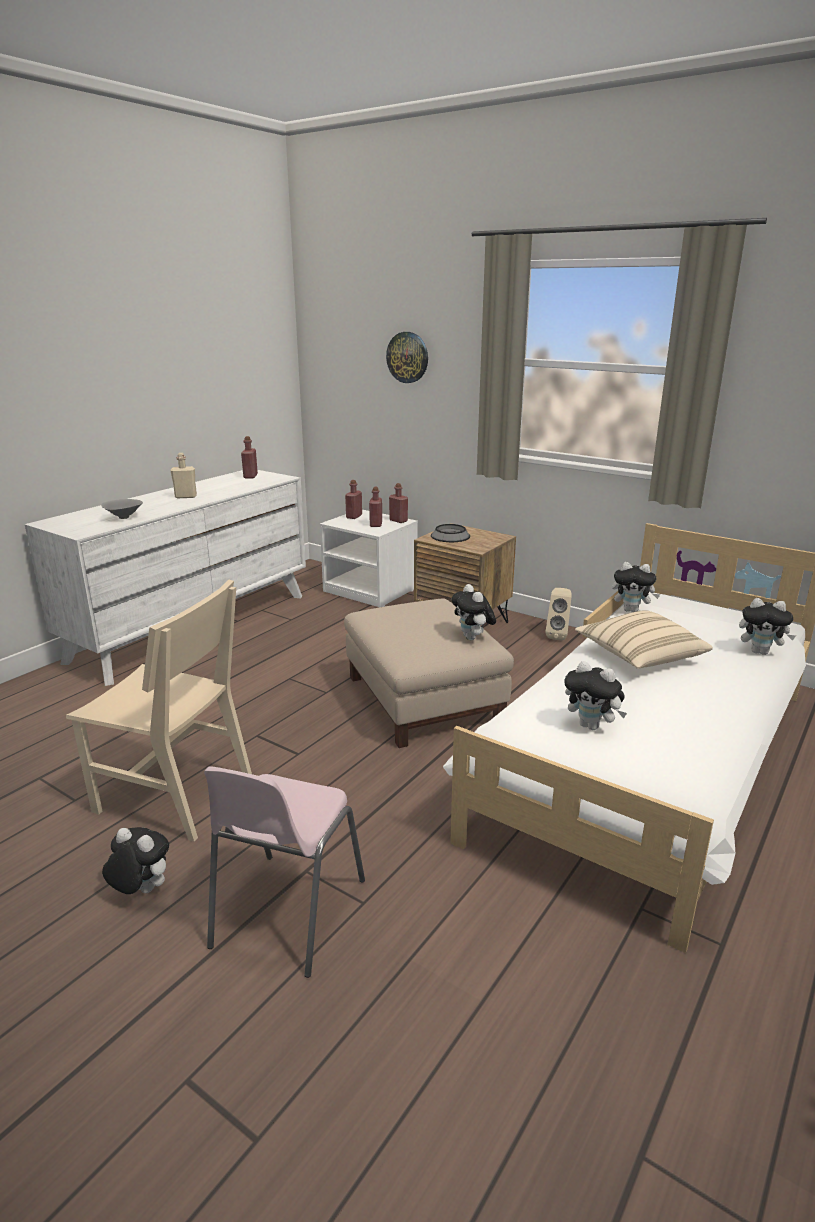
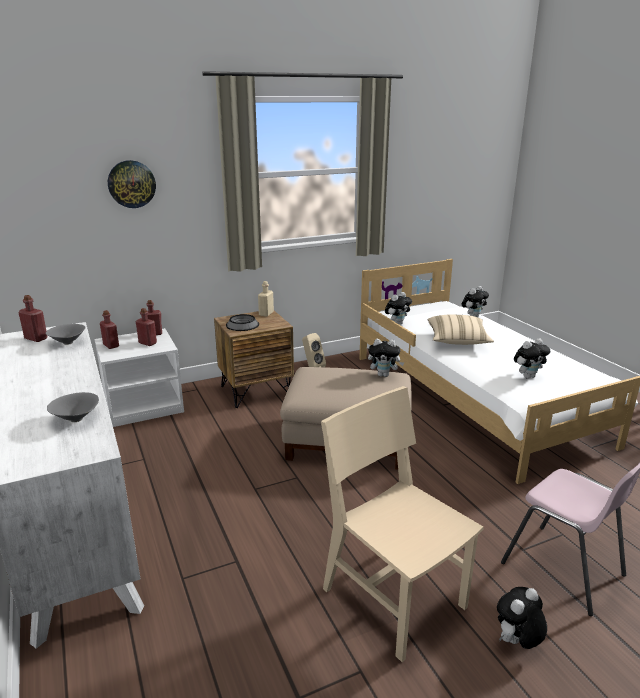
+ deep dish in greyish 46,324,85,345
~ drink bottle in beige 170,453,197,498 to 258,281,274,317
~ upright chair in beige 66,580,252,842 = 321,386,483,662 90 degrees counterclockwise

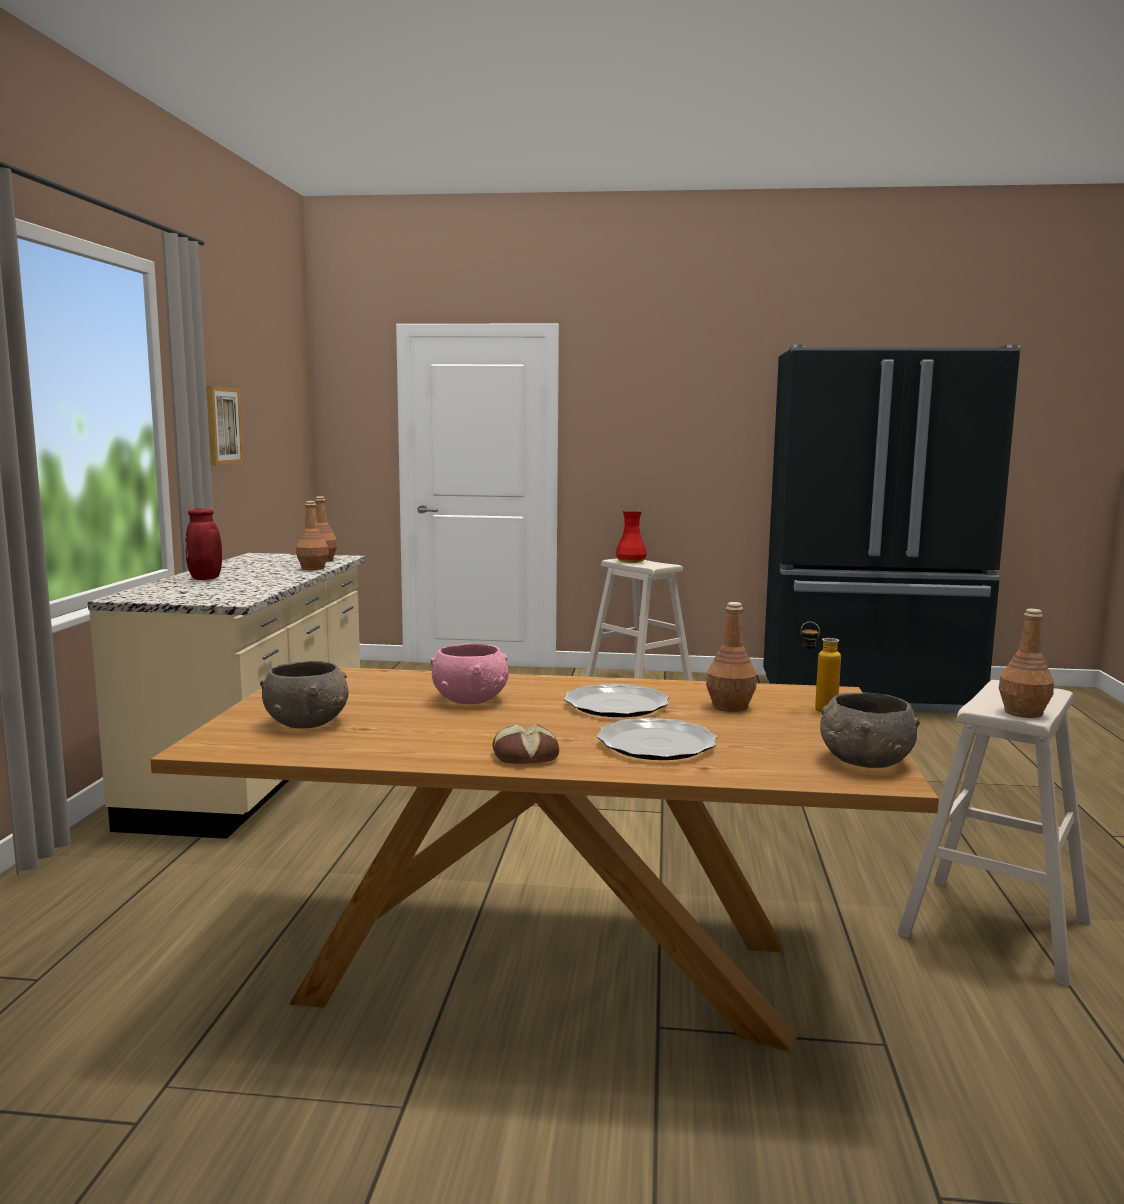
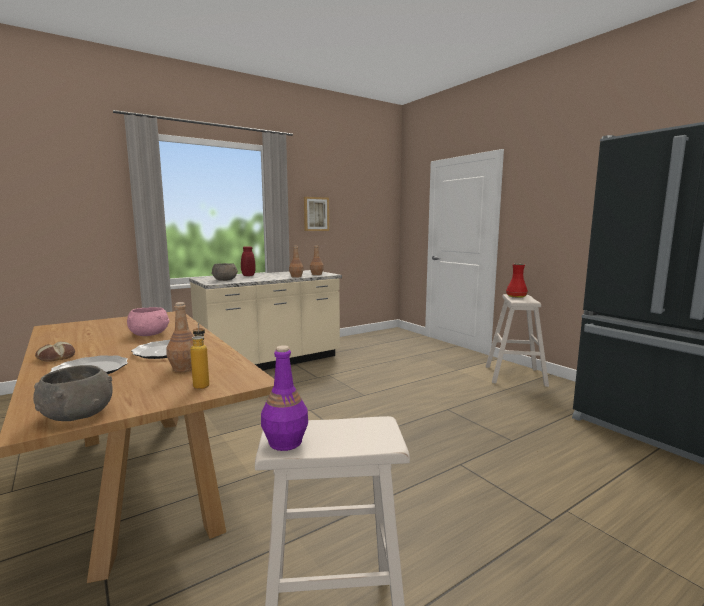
~ deep dish in greyish 260,661,349,728 to 211,263,238,281
~ drink bottle in brownish 999,609,1054,718 to drink bottle in purplish 261,345,308,451

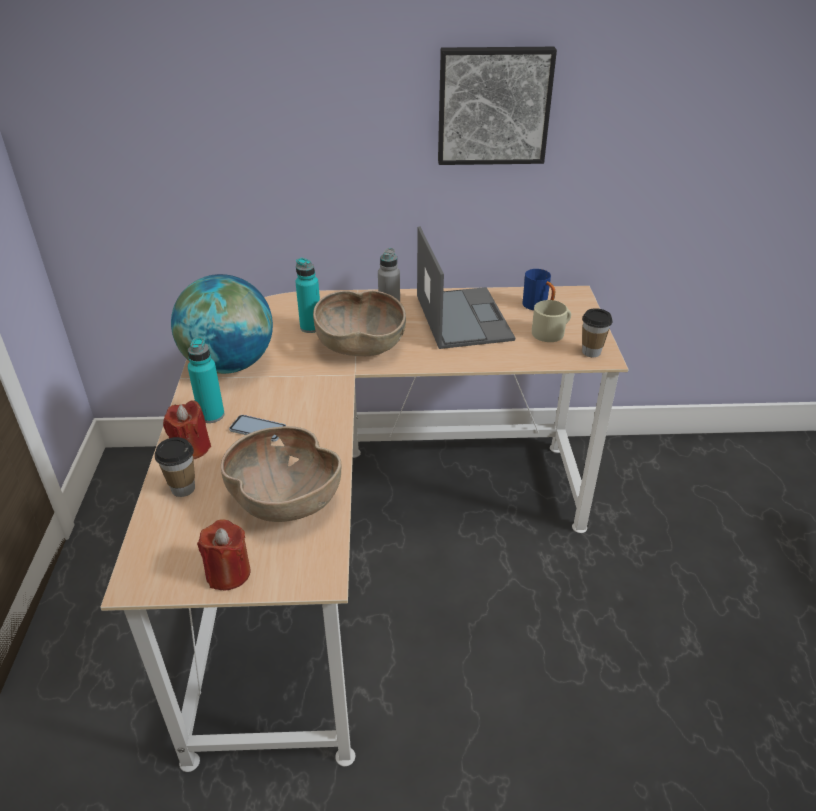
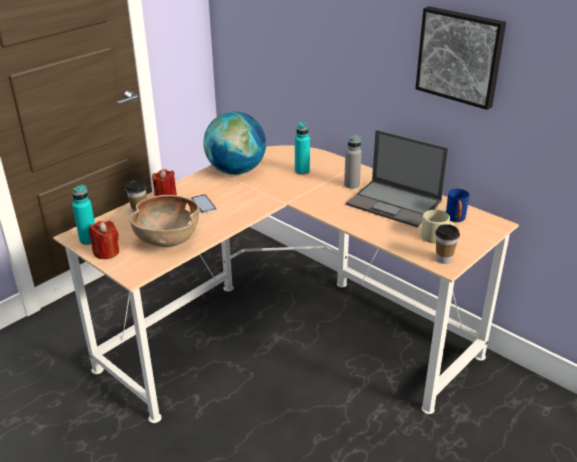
- deep dish in brownish 313,290,406,356
~ drink bottle in turquoise-coloured 188,337,225,423 to 72,185,95,245
~ notebook computer 417,226,515,349 = 346,130,449,227 90 degrees clockwise

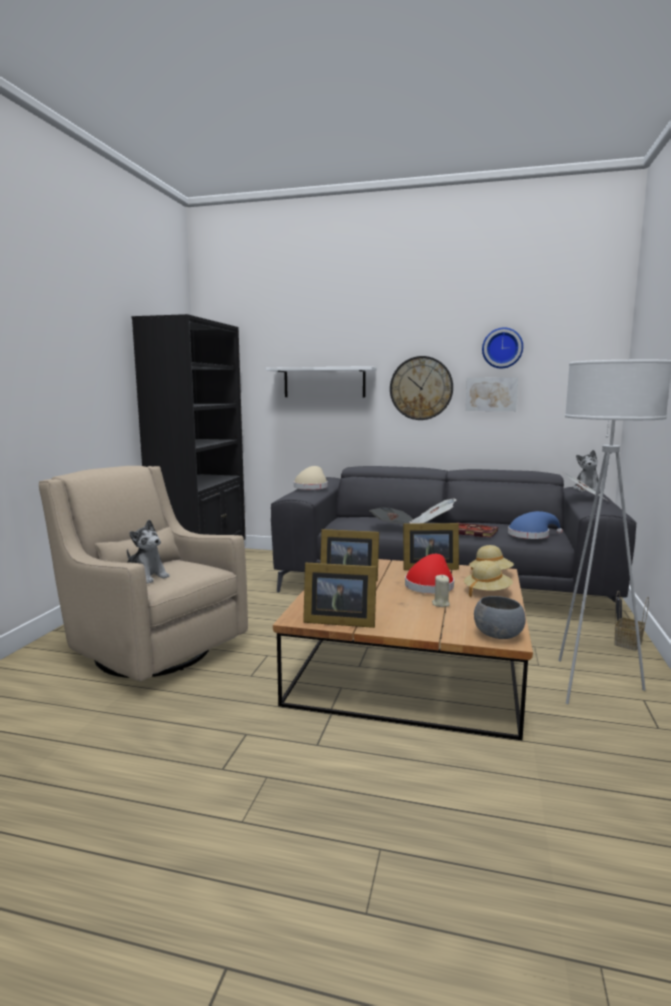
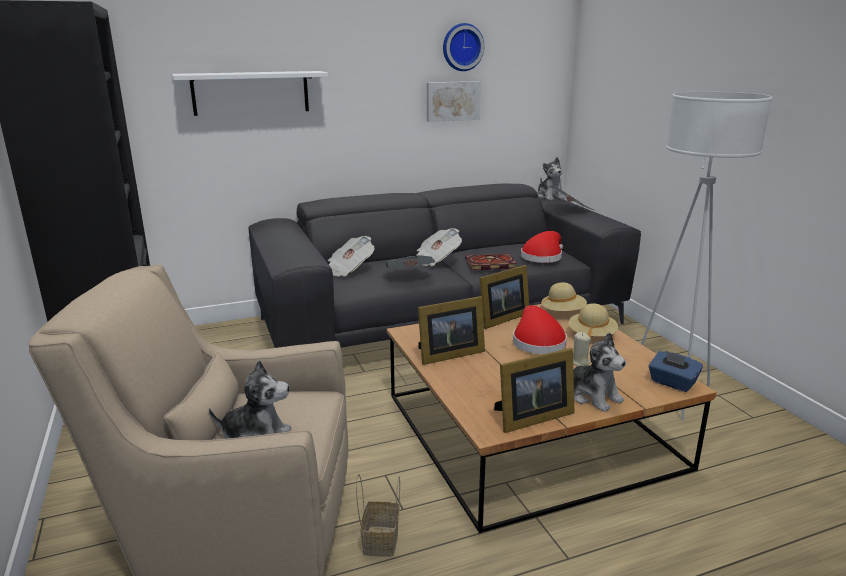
- clothing hat in beige 294,466,328,490
- wall clock 390,356,453,420
+ printed paper 328,236,375,277
+ plush toy 573,332,626,412
~ basket 614,591,649,651 to 356,474,400,557
~ deep dish in greyish 474,596,526,639 to tissue holder in blue-coloured 649,351,703,392
~ clothing hat in blue-coloured 508,511,563,539 to clothing hat in red-coloured 521,231,563,263

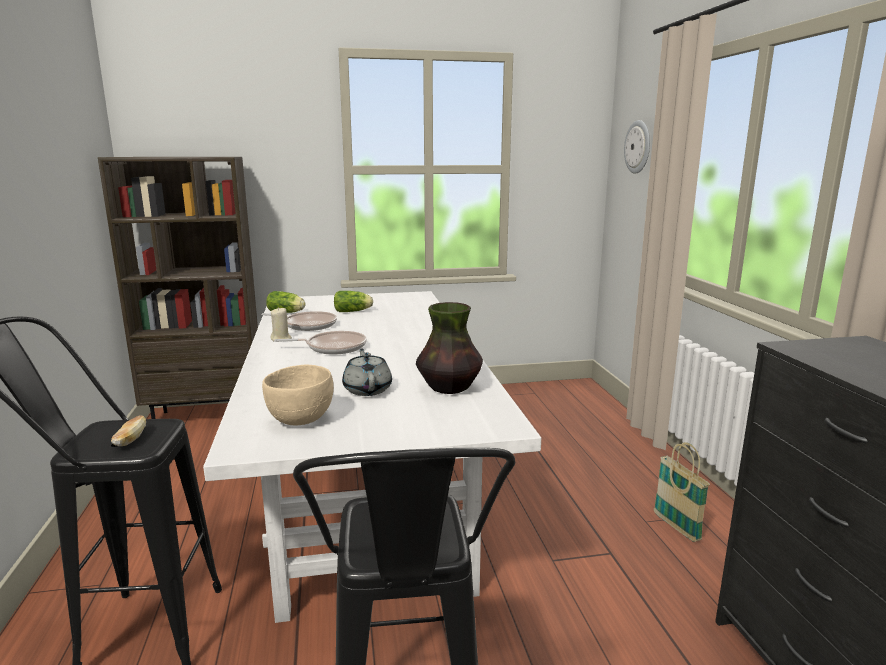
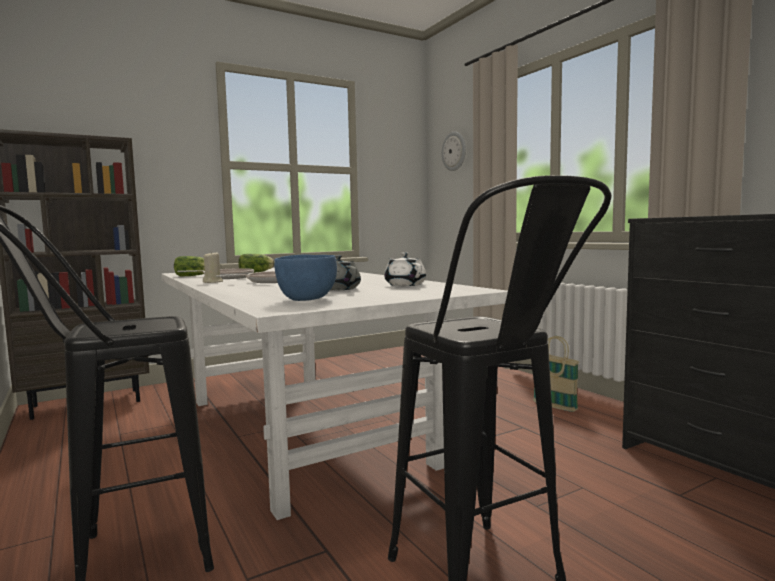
- baked bread 111,415,146,446
~ vase 416,302,483,394 to tea pot in whitish 384,252,426,286
~ deep dish in beige 262,365,334,425 to deep dish in blue-coloured 274,255,337,301

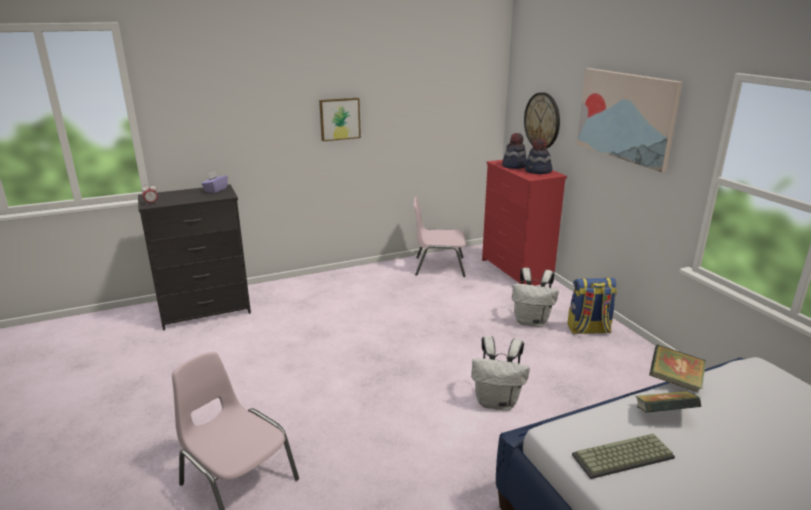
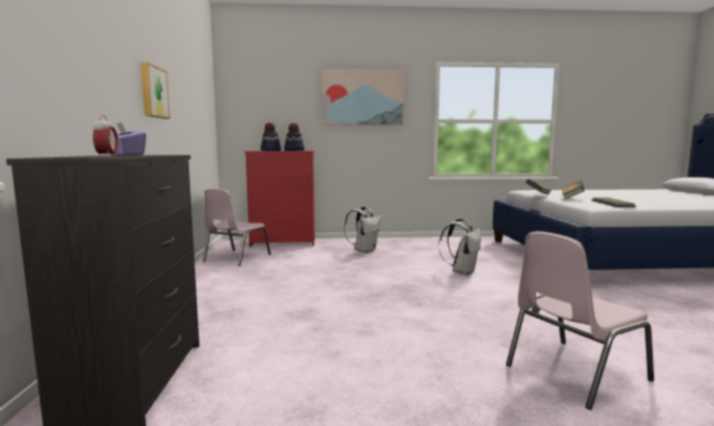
- wall clock 524,92,560,148
- knapsack 568,278,617,334

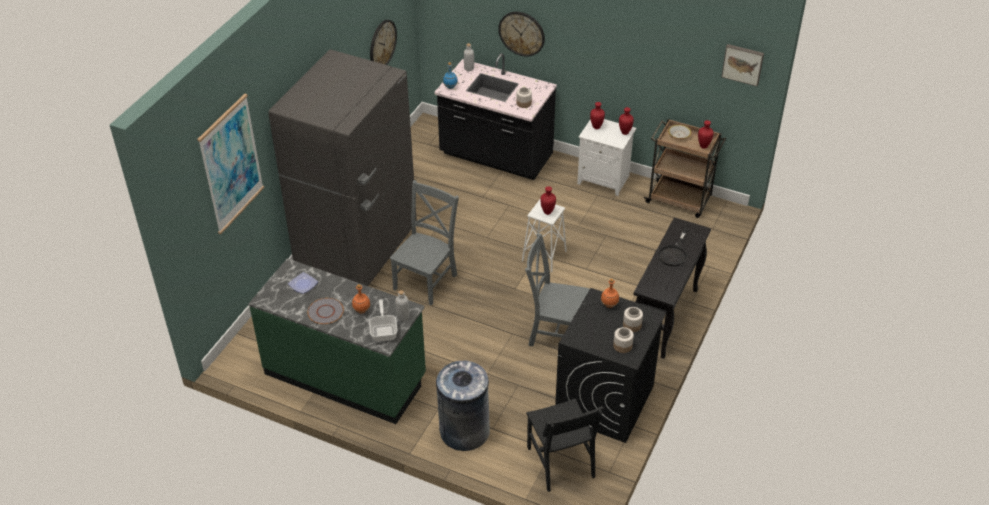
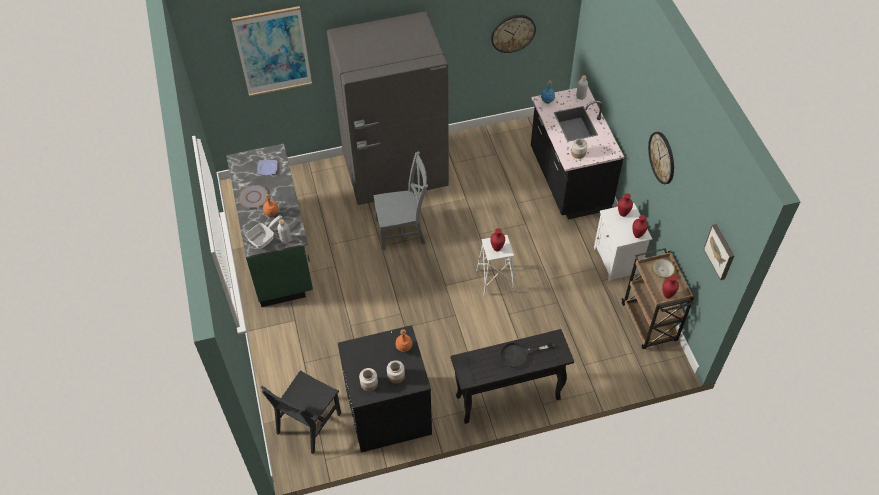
- rubbish bin in greyish 436,361,490,451
- upright chair in greyish 525,233,590,346
~ wall clock 498,12,545,57 to 648,132,674,184

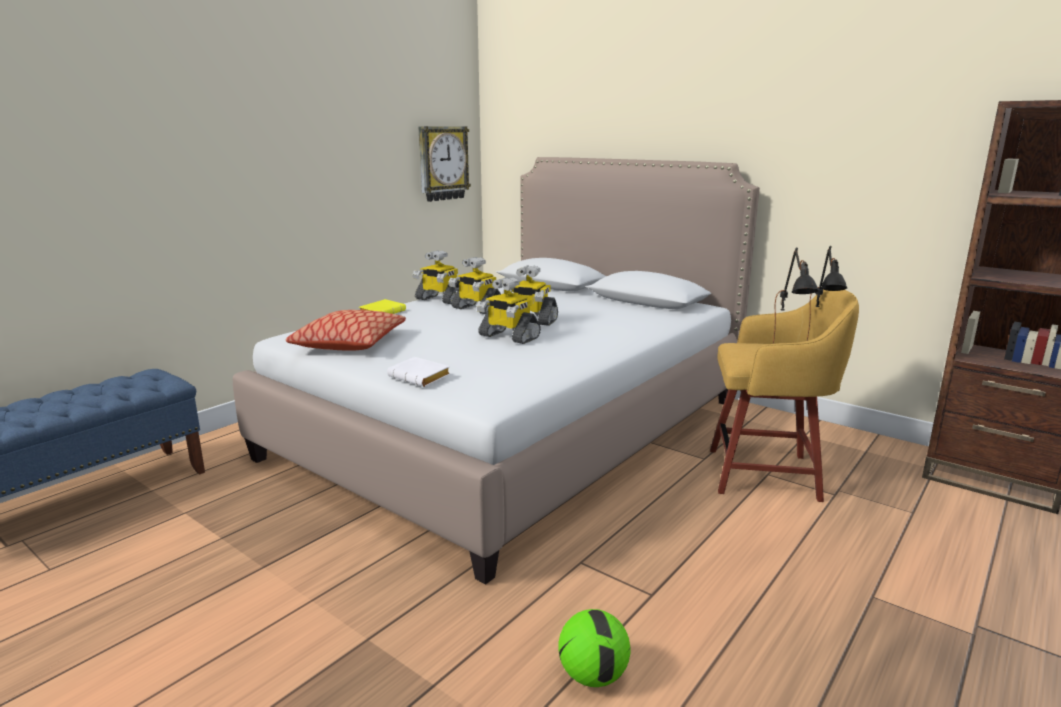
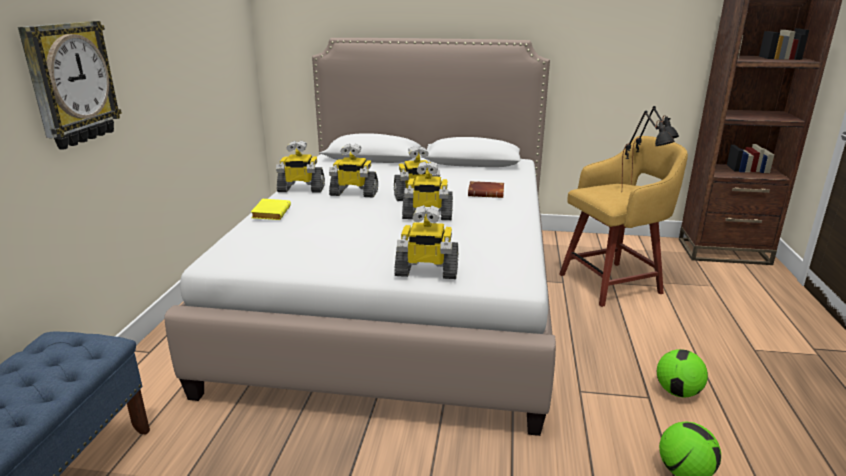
- throw pillow 286,310,406,351
+ volume in brownish 468,181,504,198
+ ball for football 657,349,708,398
~ wall clock 418,126,471,202 to 18,21,122,150
~ volume in whitish 387,357,450,387 to robot figure 394,205,458,279

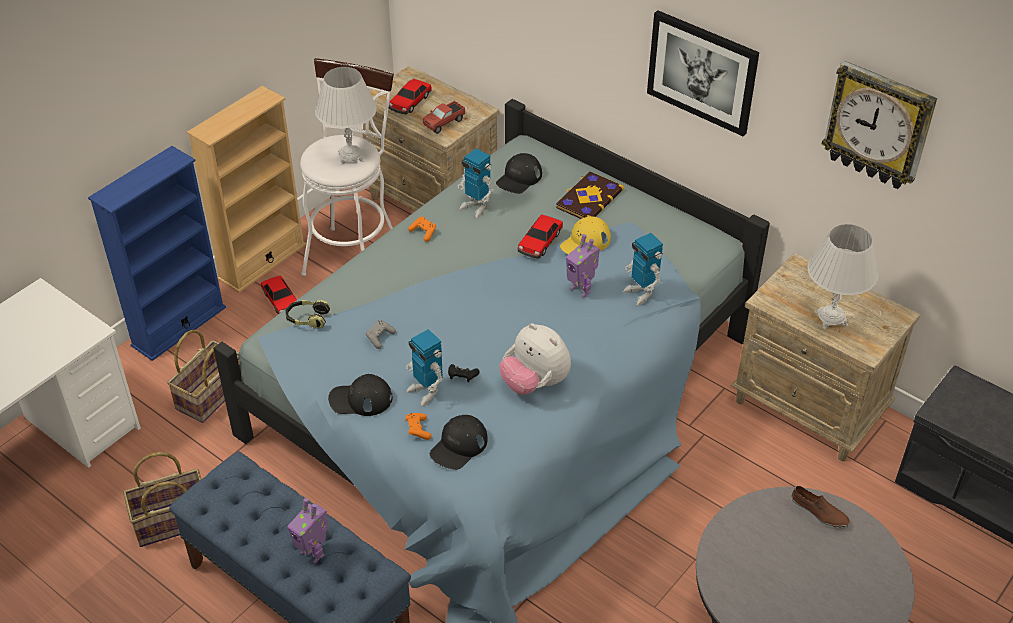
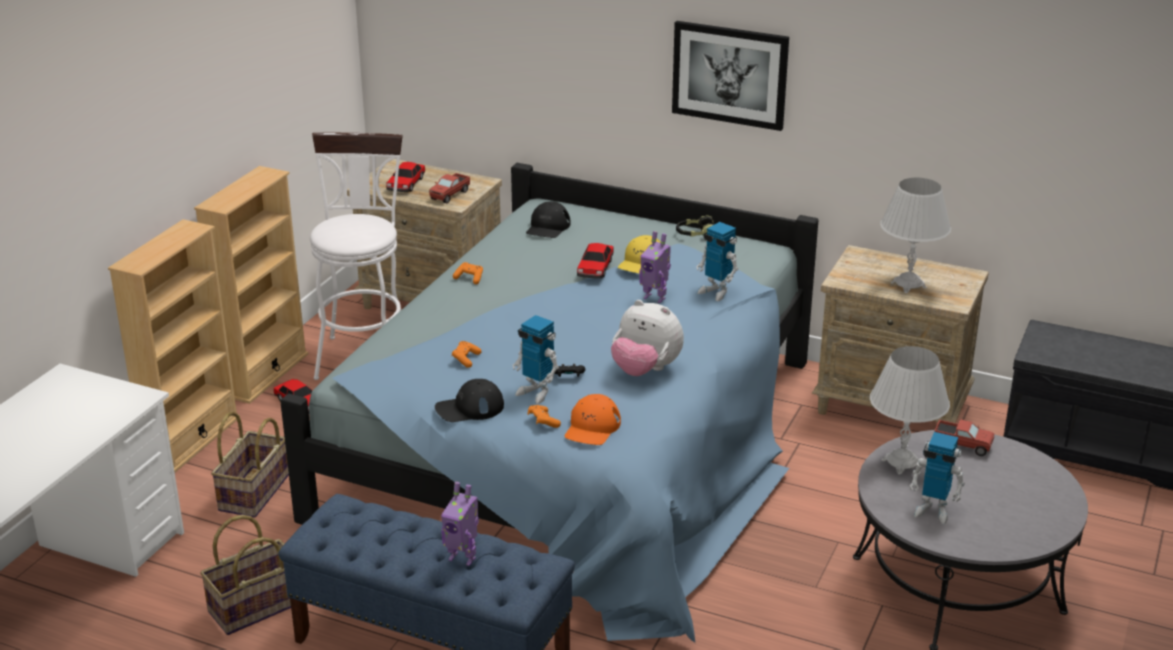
- volume 556,172,624,219
- wall clock 822,61,937,189
~ pair of headphones 285,300,330,329 to 676,215,714,237
~ lamp for a table in whitish 315,67,377,165 to 870,346,950,475
~ robot figure 458,148,494,218 to 909,432,965,524
~ low shoe in brownish 791,486,850,530 to toy truck 934,419,994,456
~ bookshelf in blue-coloured 88,146,226,361 to bookshelf in beige 108,219,240,472
~ joypad in greyish 366,320,396,349 to joypad in orange 452,341,482,368
~ cap in blackish 430,415,488,470 to cap in orange 565,394,621,445

